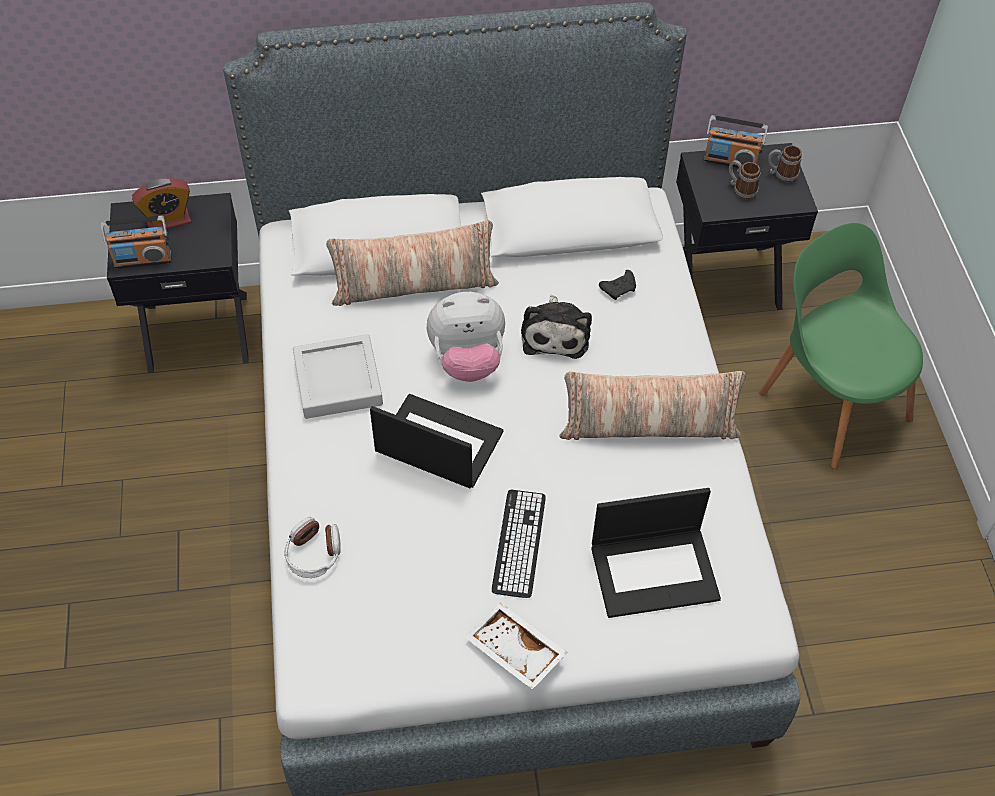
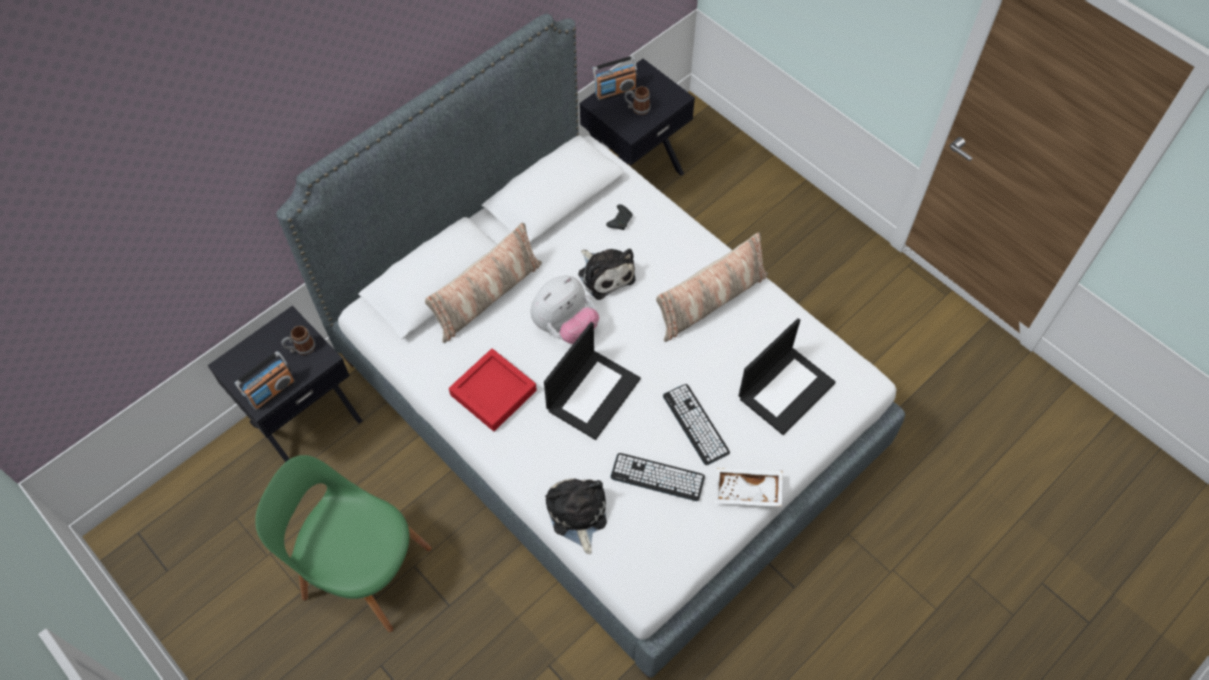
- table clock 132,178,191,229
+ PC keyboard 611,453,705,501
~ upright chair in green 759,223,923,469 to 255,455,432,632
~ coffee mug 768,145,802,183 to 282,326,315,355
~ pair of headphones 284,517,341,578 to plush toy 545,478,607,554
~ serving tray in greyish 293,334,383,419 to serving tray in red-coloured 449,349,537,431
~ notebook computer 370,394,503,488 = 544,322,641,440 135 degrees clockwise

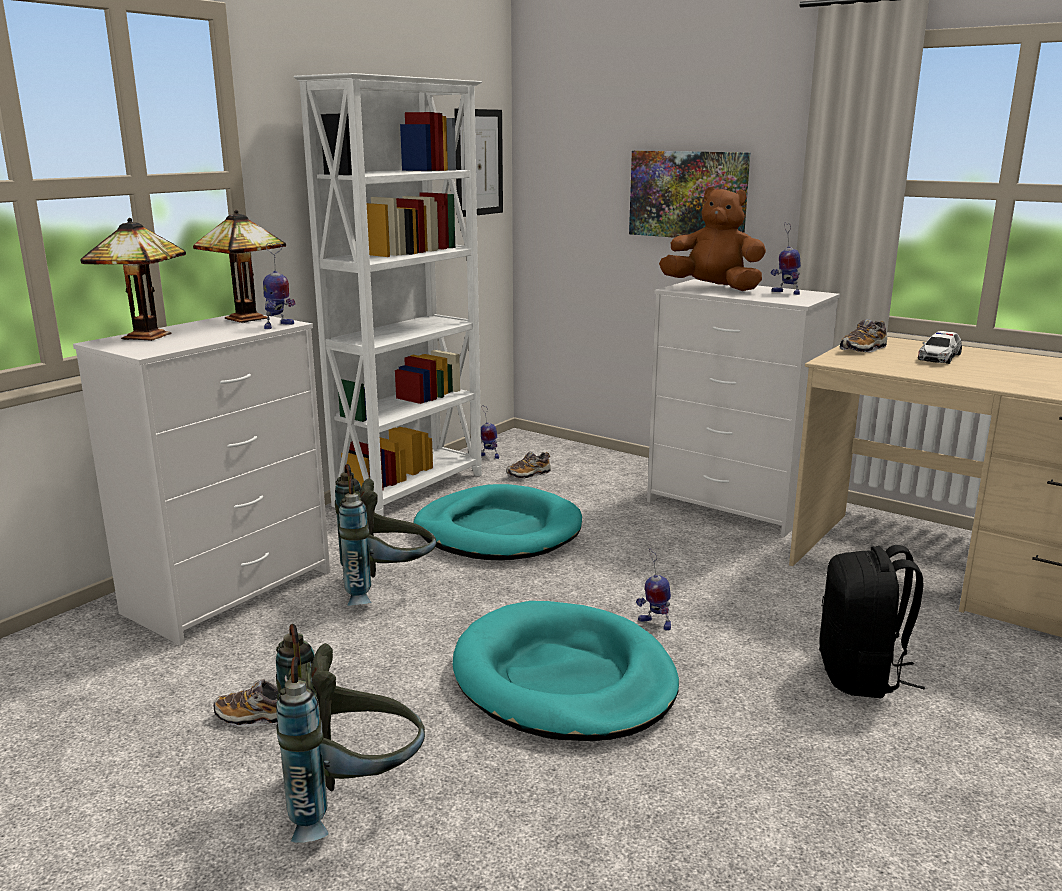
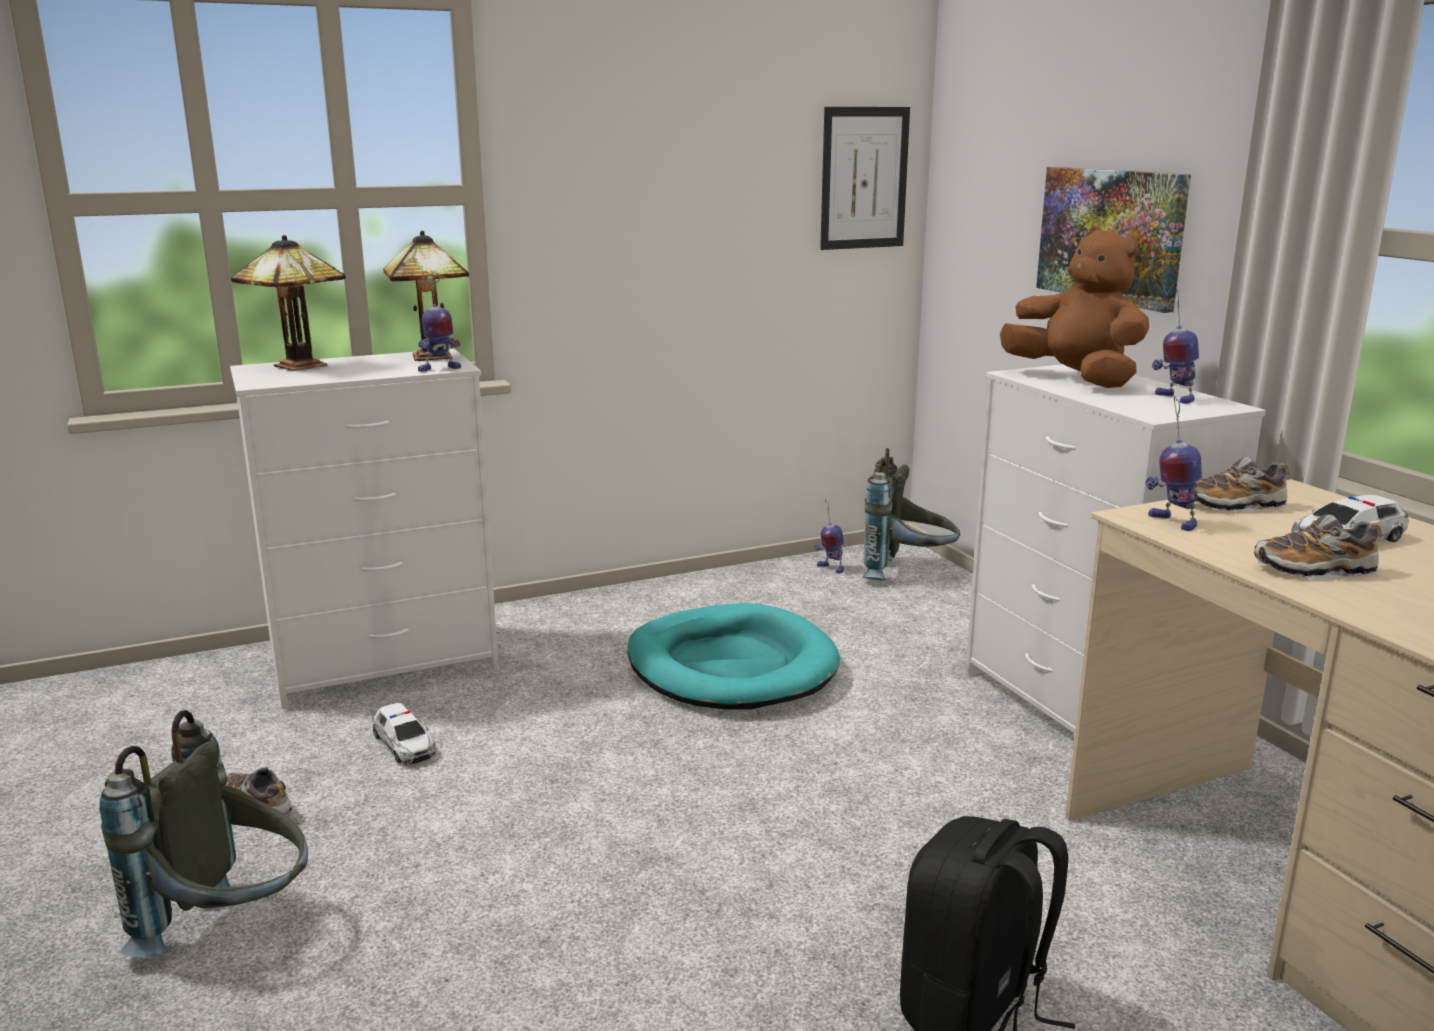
- bookshelf in whitish 294,73,482,516
- pet bed in turquoise-coloured 453,601,679,741
+ model car 372,703,436,764
~ knapsack in greyish 335,464,436,606 to 863,448,960,580
~ low shoe 506,452,551,479 to 1254,515,1382,579
~ robot figure 636,549,671,631 to 1145,396,1202,531

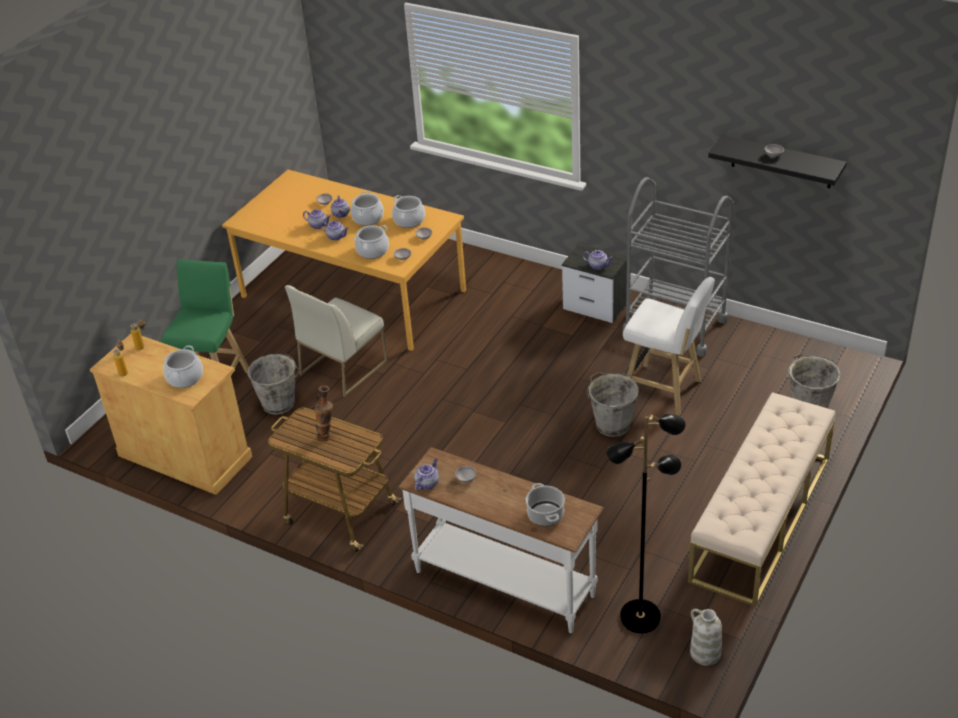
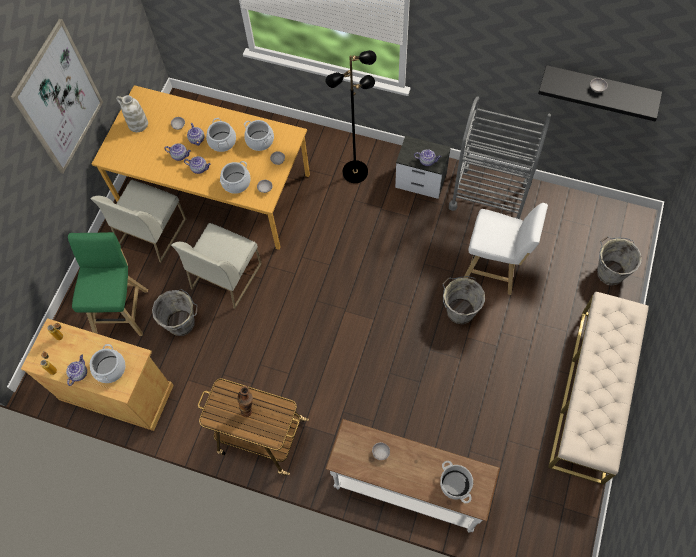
+ wall picture 11,19,103,174
+ upright chair in whitish 90,180,186,263
~ tea pot 414,458,439,491 to 66,355,87,386
~ floor lamp in blackish 607,414,686,633 to 325,50,377,183
~ vase in whitish 690,609,722,666 to 116,95,148,132

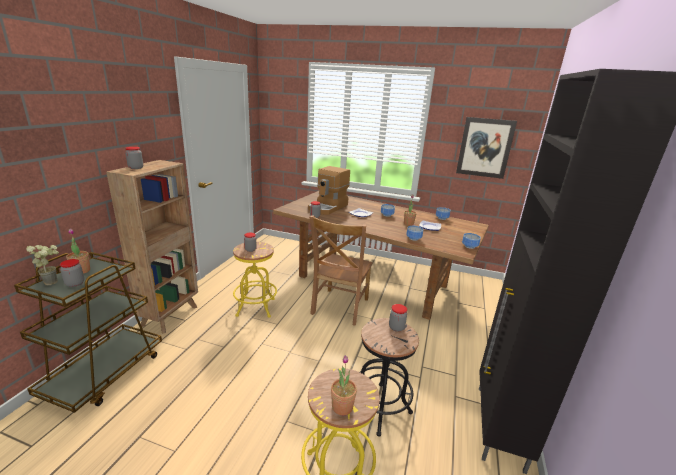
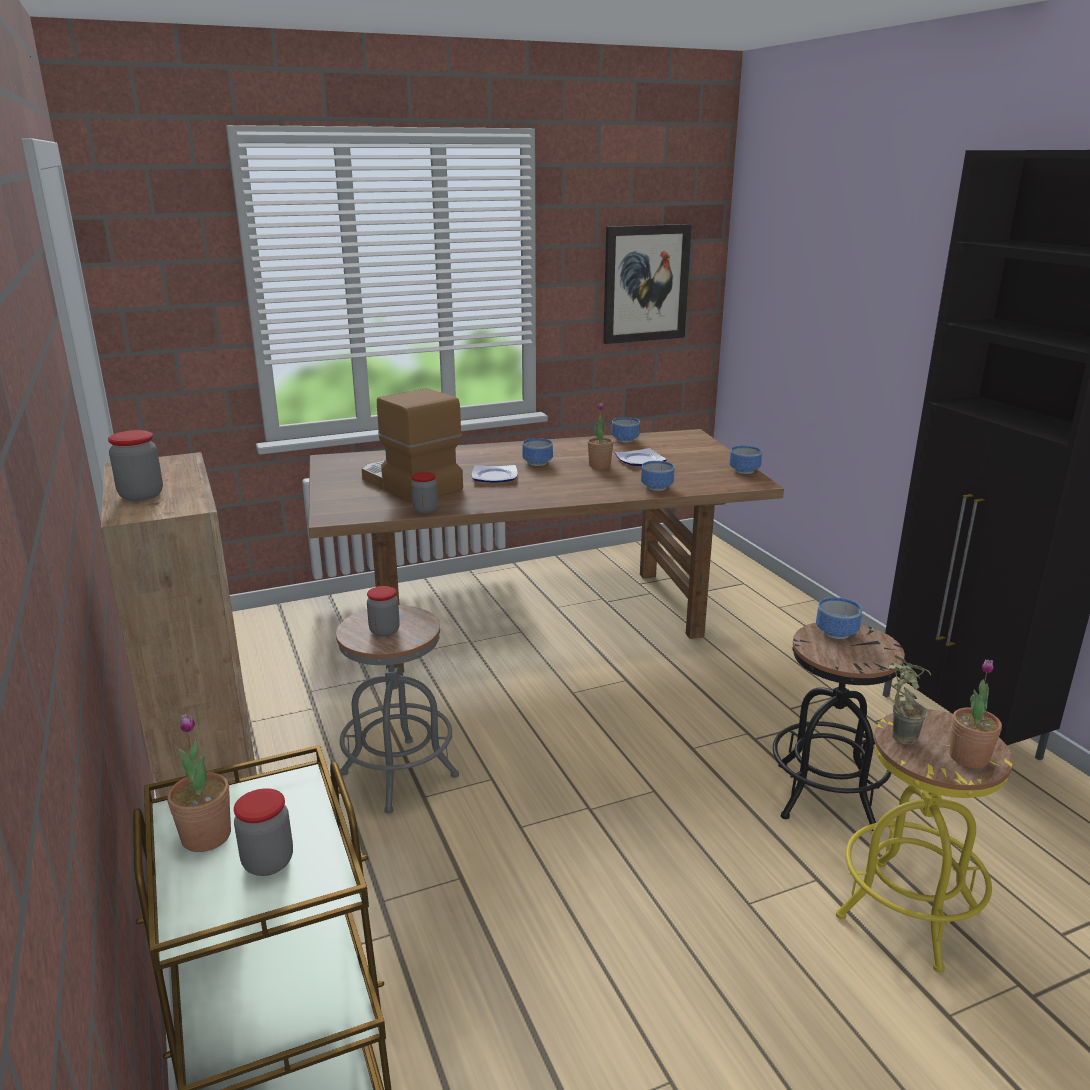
- upright chair in brownish 309,215,373,326
~ houseplant 26,245,59,285 to 889,656,931,745
~ storage jar 389,304,407,332 to deep dish 816,597,862,639
~ stool in yellow 233,242,277,318 to stool in greyish 336,605,459,814
~ coffee maker 308,166,350,215 = 362,388,463,502 150 degrees clockwise

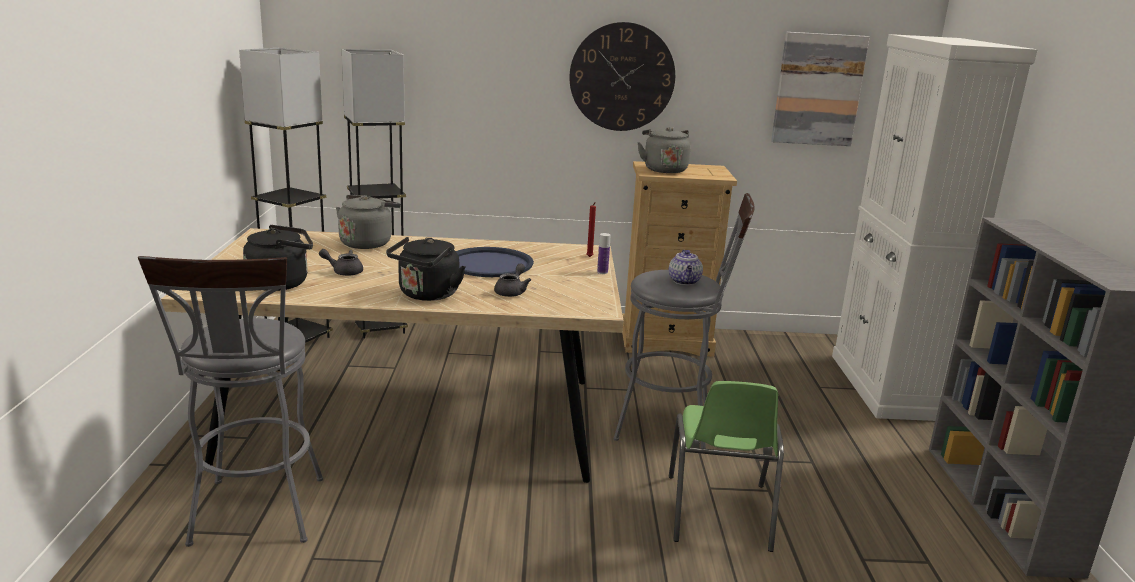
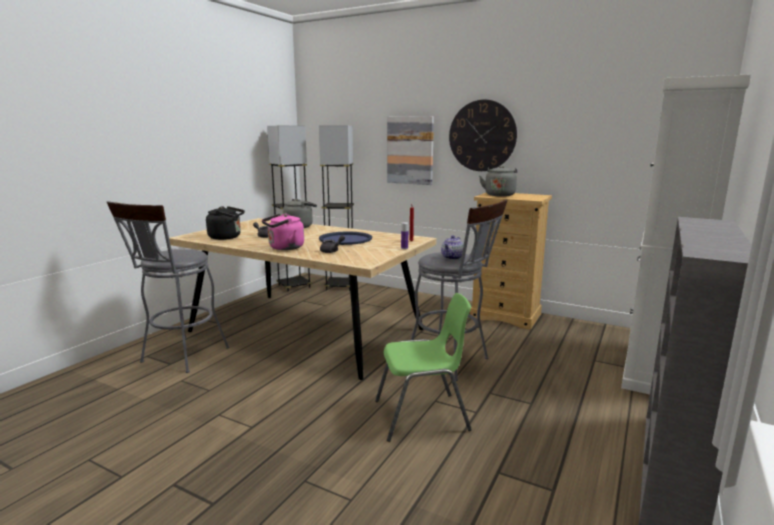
~ wall picture 771,32,870,146 to 387,116,434,185
~ tea kettle in blackish 386,237,466,301 to tea kettle in pinkish 262,214,304,250
~ upright chair in green 669,381,784,552 = 375,293,472,442 135 degrees counterclockwise

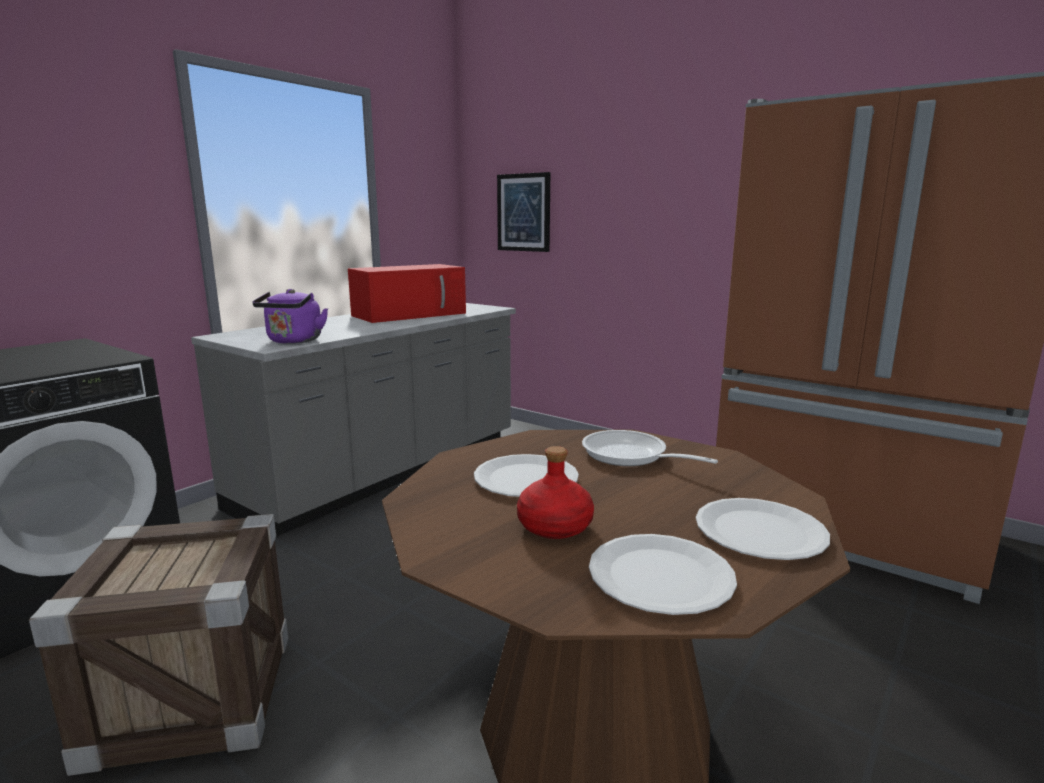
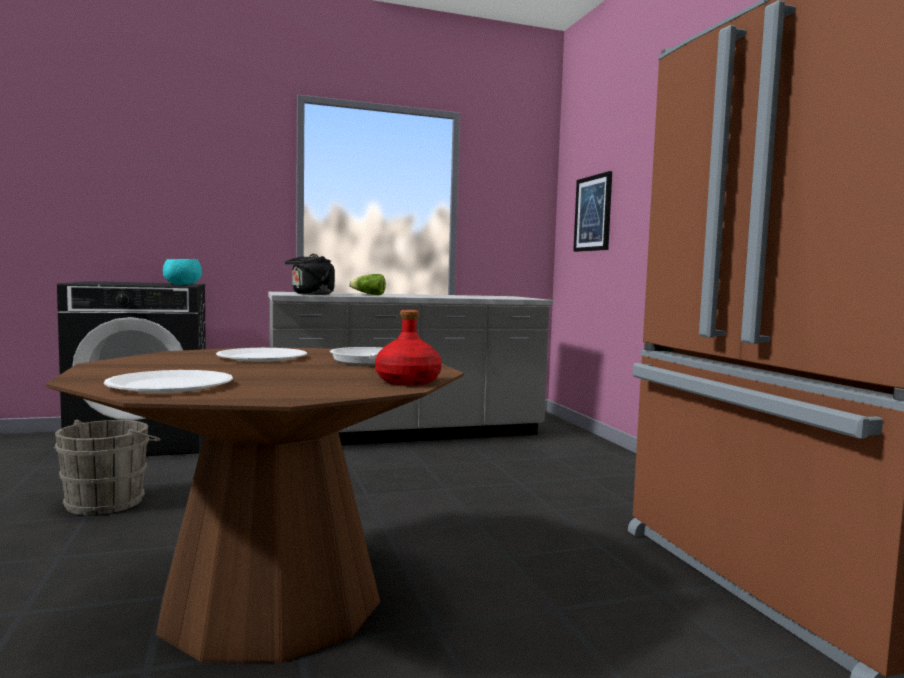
- microwave oven in red-coloured 348,264,466,323
- flat dish in whitish 696,498,830,560
+ deep dish in turquoise-coloured 163,259,202,285
+ head of lettuce 349,274,386,295
~ drink bottle in red-coloured 517,446,594,539 to 375,310,442,385
~ packing crate 29,514,288,776 to water bucket in greyish 54,420,161,515
~ tea kettle in purplish 252,289,328,344 to tea kettle in blackish 284,254,335,295

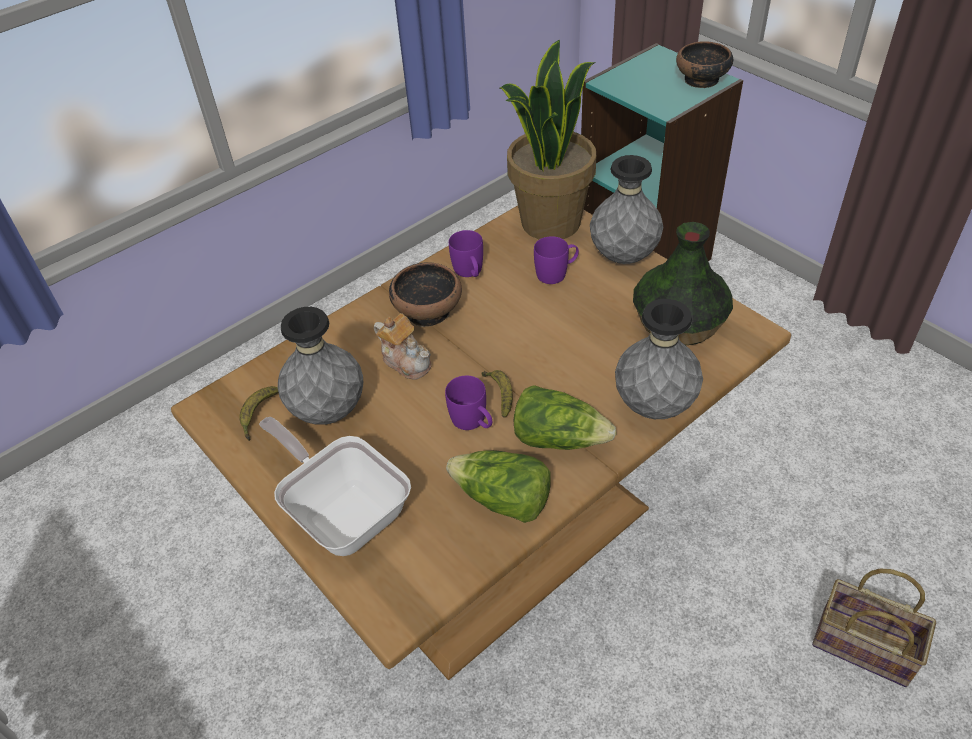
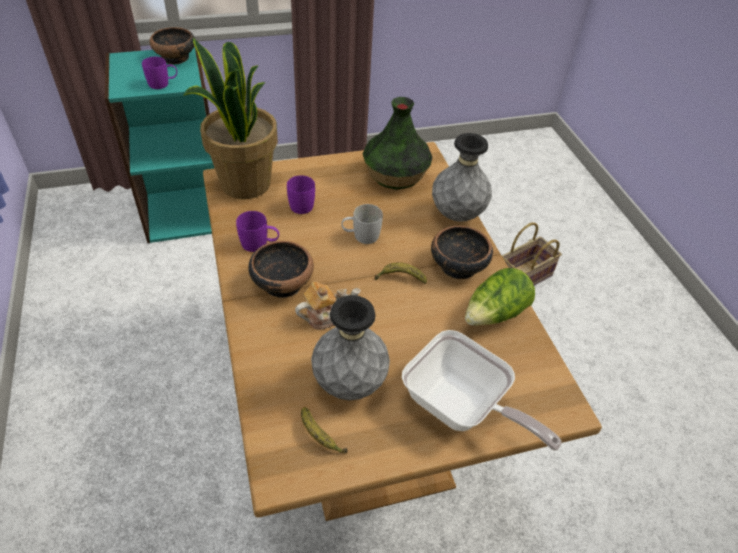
- vase in greyish 590,155,663,264
+ coffee mug in whitish 341,204,383,244
~ coffee mug in purplish 445,376,492,430 to 142,57,177,89
~ head of lettuce 514,385,617,450 to deep dish 431,226,493,279
~ skillet 259,417,411,556 = 402,330,562,451 120 degrees counterclockwise

